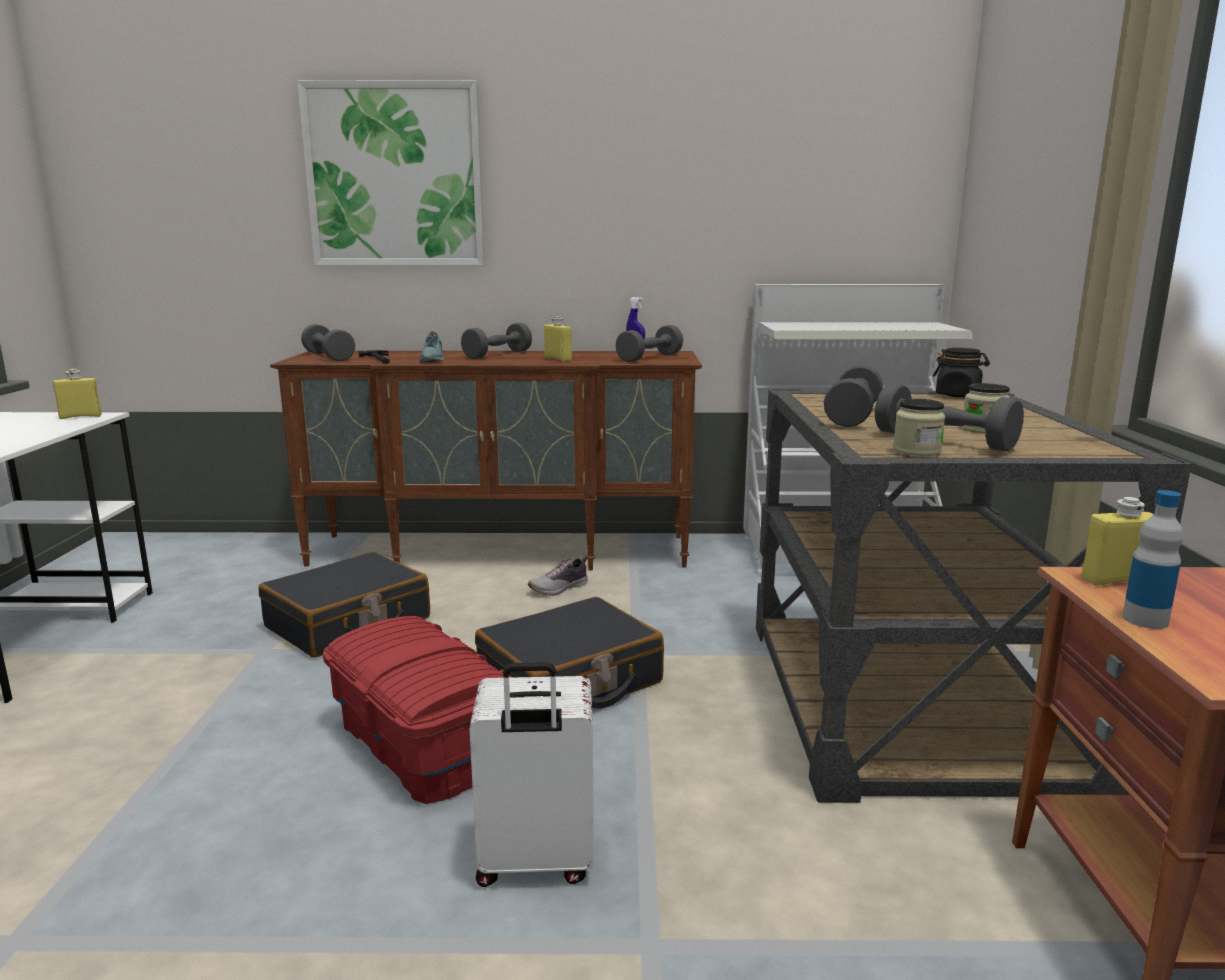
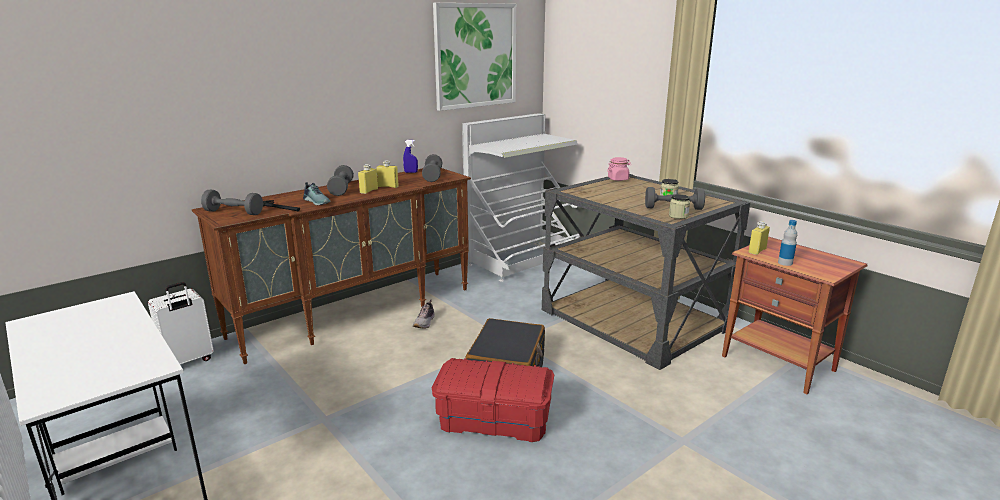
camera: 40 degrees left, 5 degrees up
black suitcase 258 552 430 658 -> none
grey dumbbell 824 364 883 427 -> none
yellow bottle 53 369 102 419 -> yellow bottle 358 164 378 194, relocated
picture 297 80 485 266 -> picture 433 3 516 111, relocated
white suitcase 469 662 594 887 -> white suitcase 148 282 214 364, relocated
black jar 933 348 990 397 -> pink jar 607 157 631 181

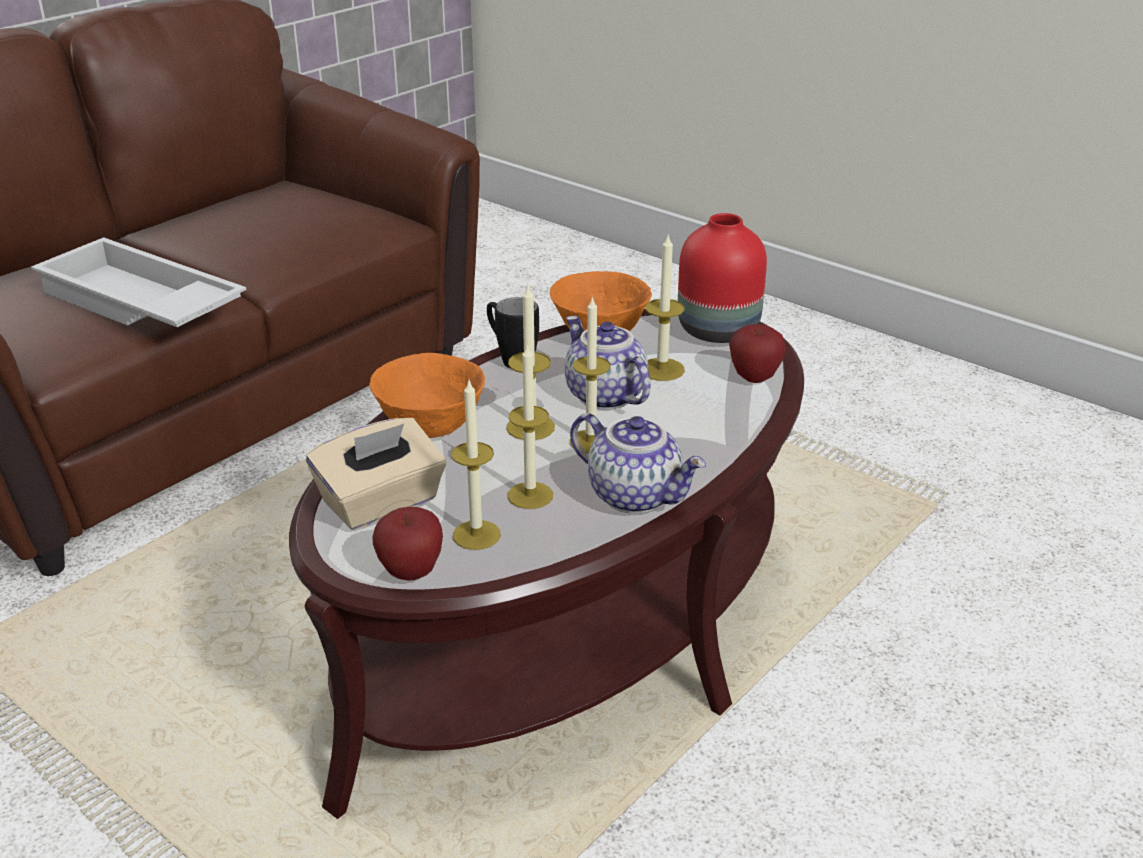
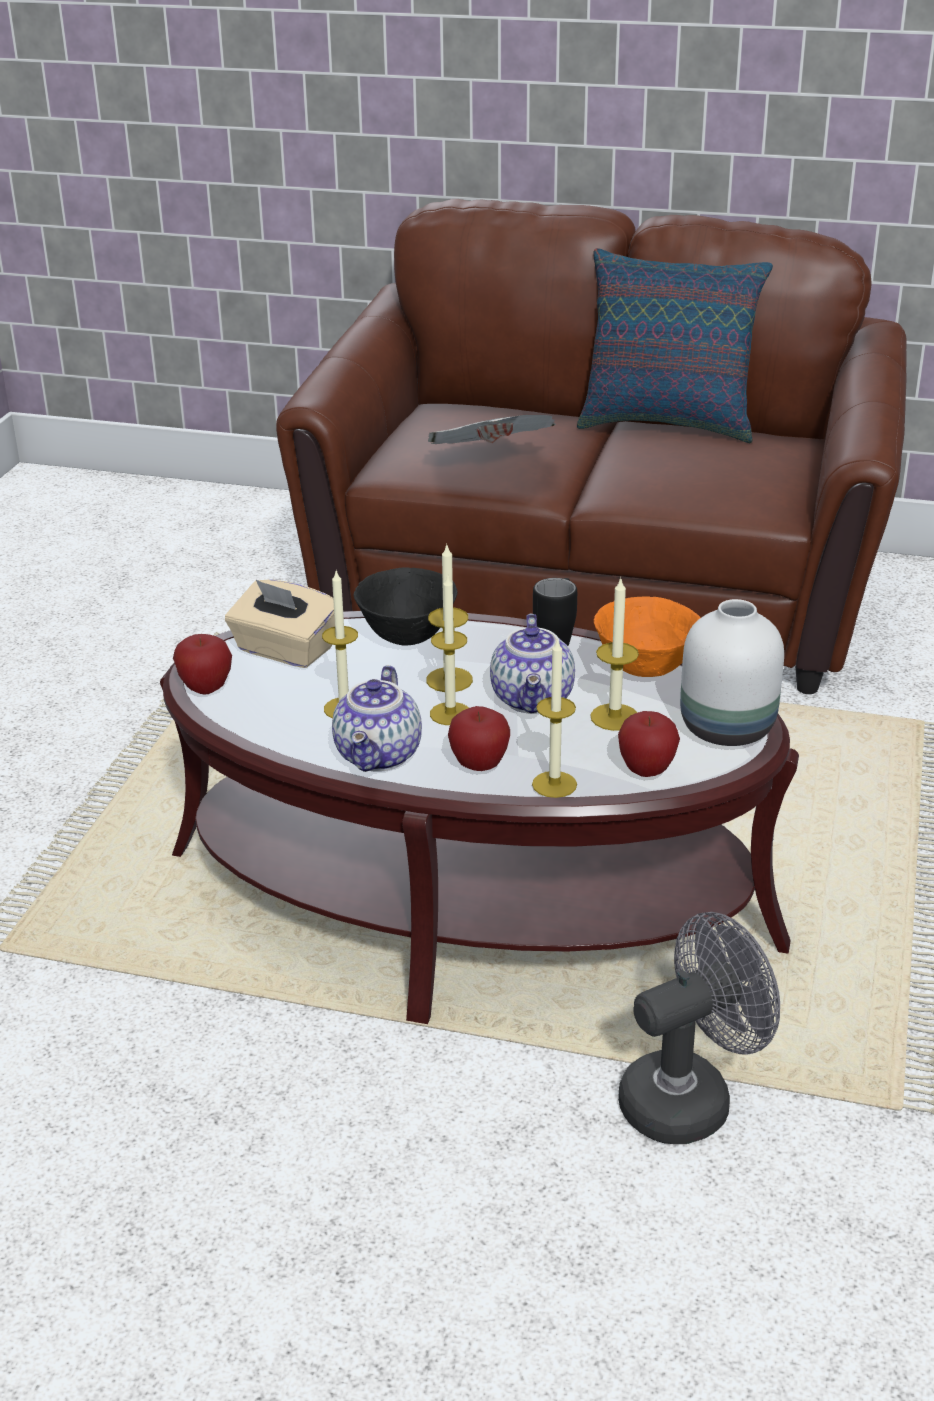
camera: 65 degrees right, 0 degrees up
none -> apple 448 706 510 771
none -> blue pillow 577 248 773 443
none -> grey fan 618 912 780 1144
candle 451 381 501 550 -> candle 532 638 577 798, relocated
white tray 31 237 247 327 -> newspaper 428 415 556 444
orange bowl 369 353 485 438 -> black bowl 354 567 457 645
red vase 678 213 767 343 -> white vase 680 599 784 746
teapot 565 316 651 410 -> teapot 490 613 575 714, 150 degrees clockwise

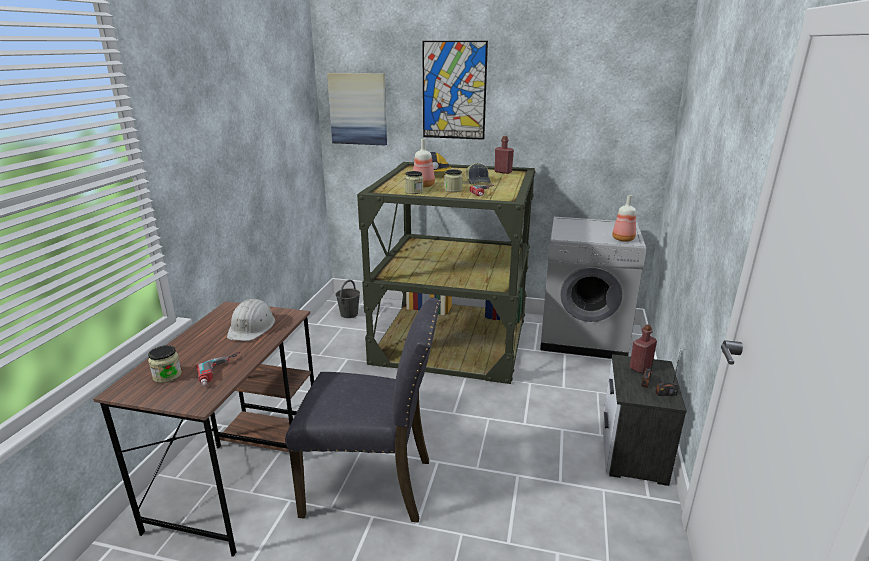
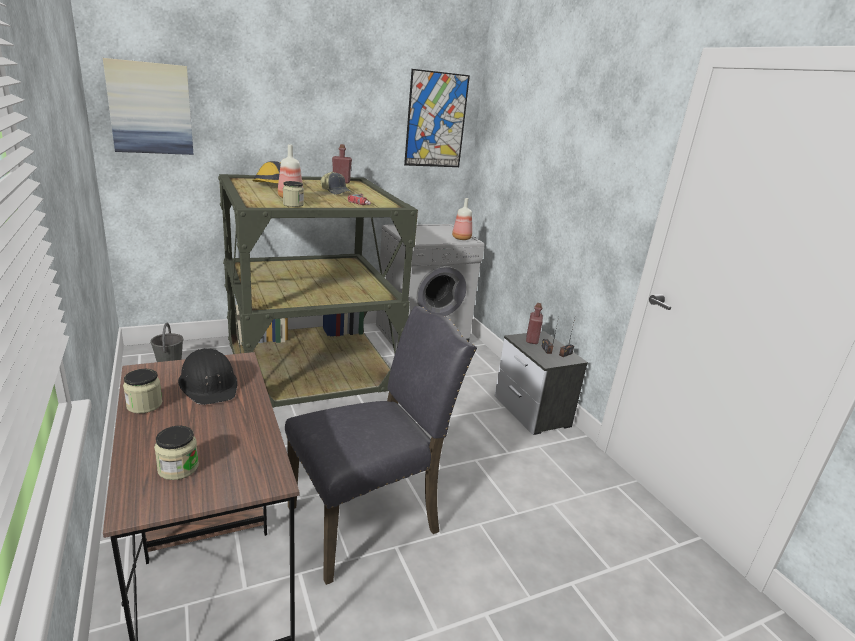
camera: 40 degrees left, 0 degrees up
power drill 196 352 240 386 -> none
picture 422 41 488 140 -> picture 404 69 470 167, relocated
jar 444 169 463 192 -> jar 123 369 162 414, relocated
white hard hat 227 299 275 341 -> black hard hat 178 348 237 405

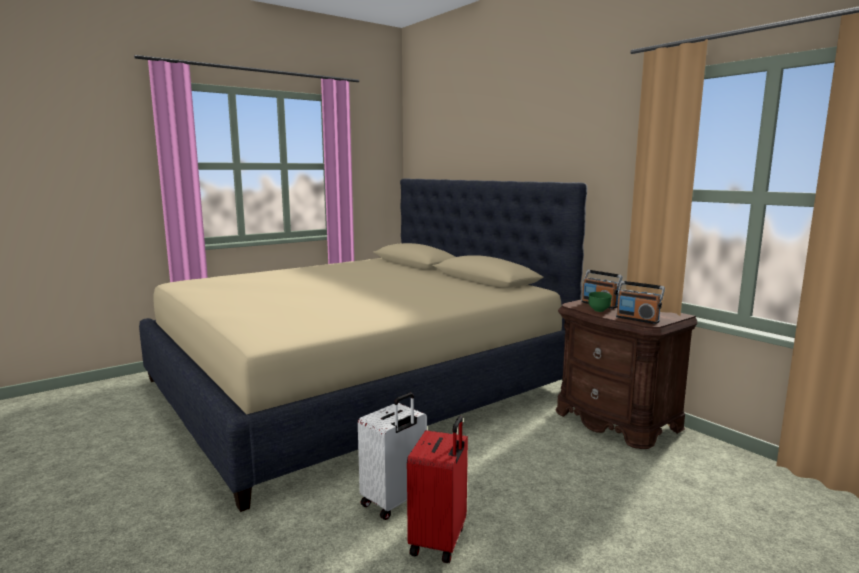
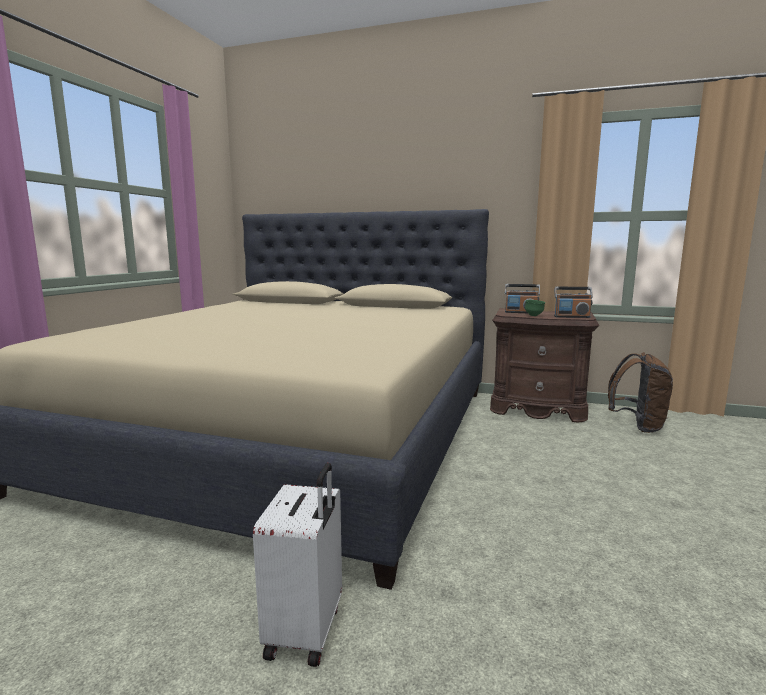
camera: 35 degrees left, 0 degrees up
red suitcase 407 416 468 563 -> none
none -> brown backpack 608 352 673 433
white suitcase 358 393 427 520 -> white suitcase 253 463 342 667, relocated

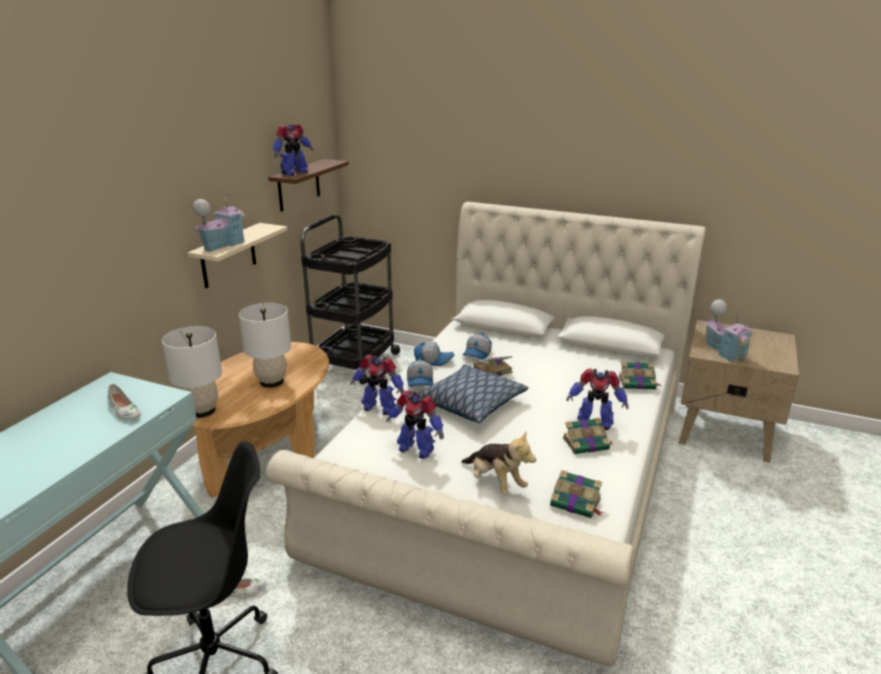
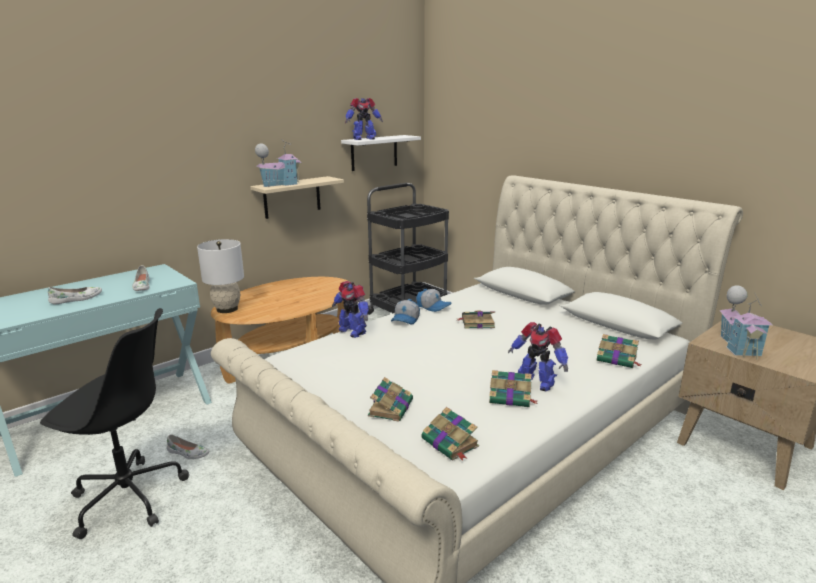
camera: 25 degrees right, 5 degrees down
white table lamp 239 303 291 388 -> none
toy robot 386 391 444 459 -> none
pillow 416 364 528 423 -> none
cap 463 333 492 360 -> none
none -> white shoe 48 287 102 304
plush toy 461 432 536 495 -> book 368 377 413 422
brown shelf 268 159 349 212 -> white shelf 341 135 421 171

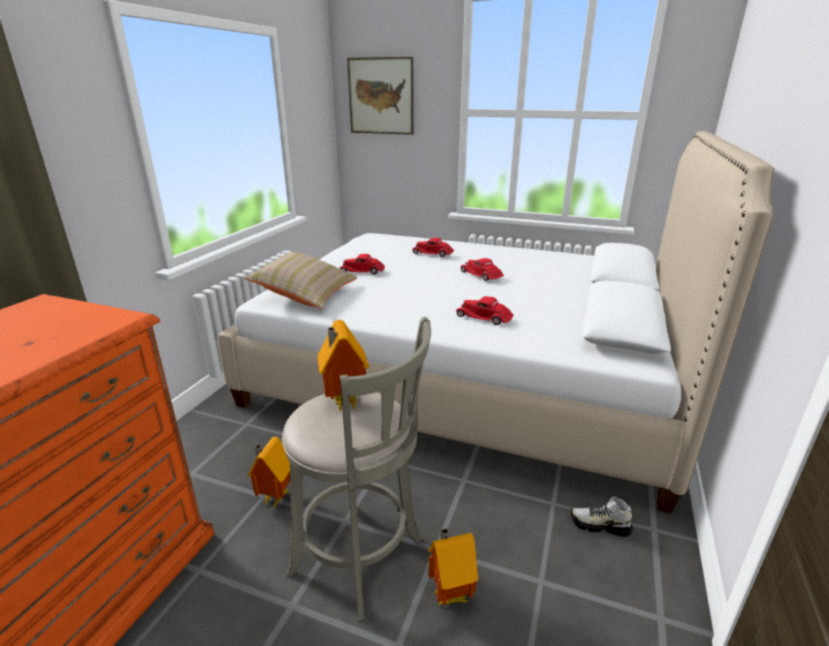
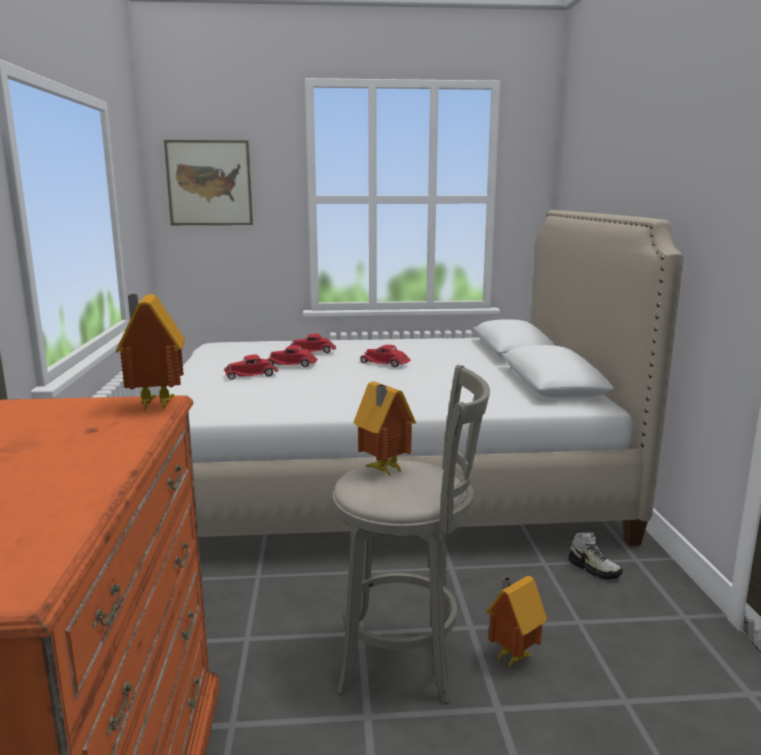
camera: 25 degrees left, 10 degrees down
beige pillow 244 252 358 309 -> none
toy house 247 437 290 508 -> toy house 115 294 185 410, relocated
red toy car 456 296 514 325 -> red toy car 267 345 317 367, relocated
shoe 570 497 633 537 -> shoe 568 532 623 580, 120 degrees counterclockwise

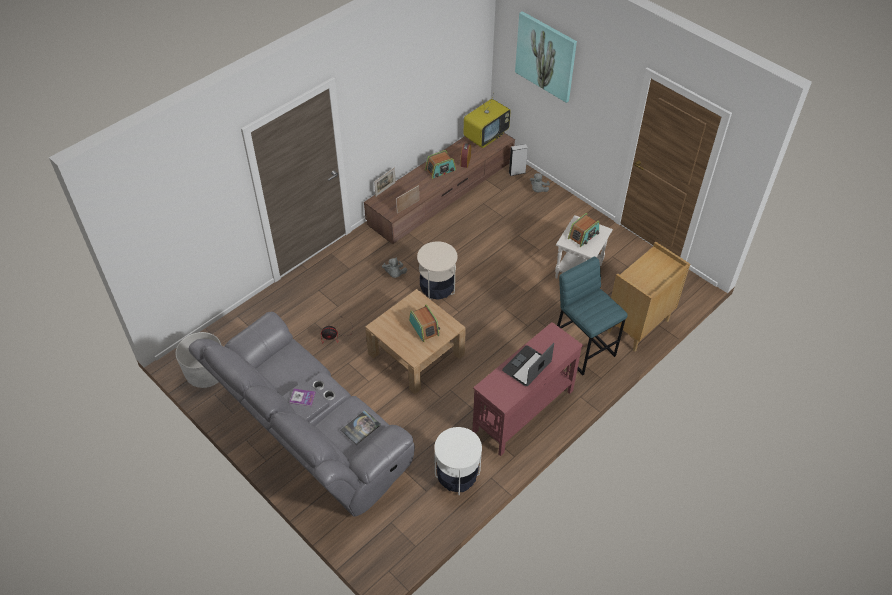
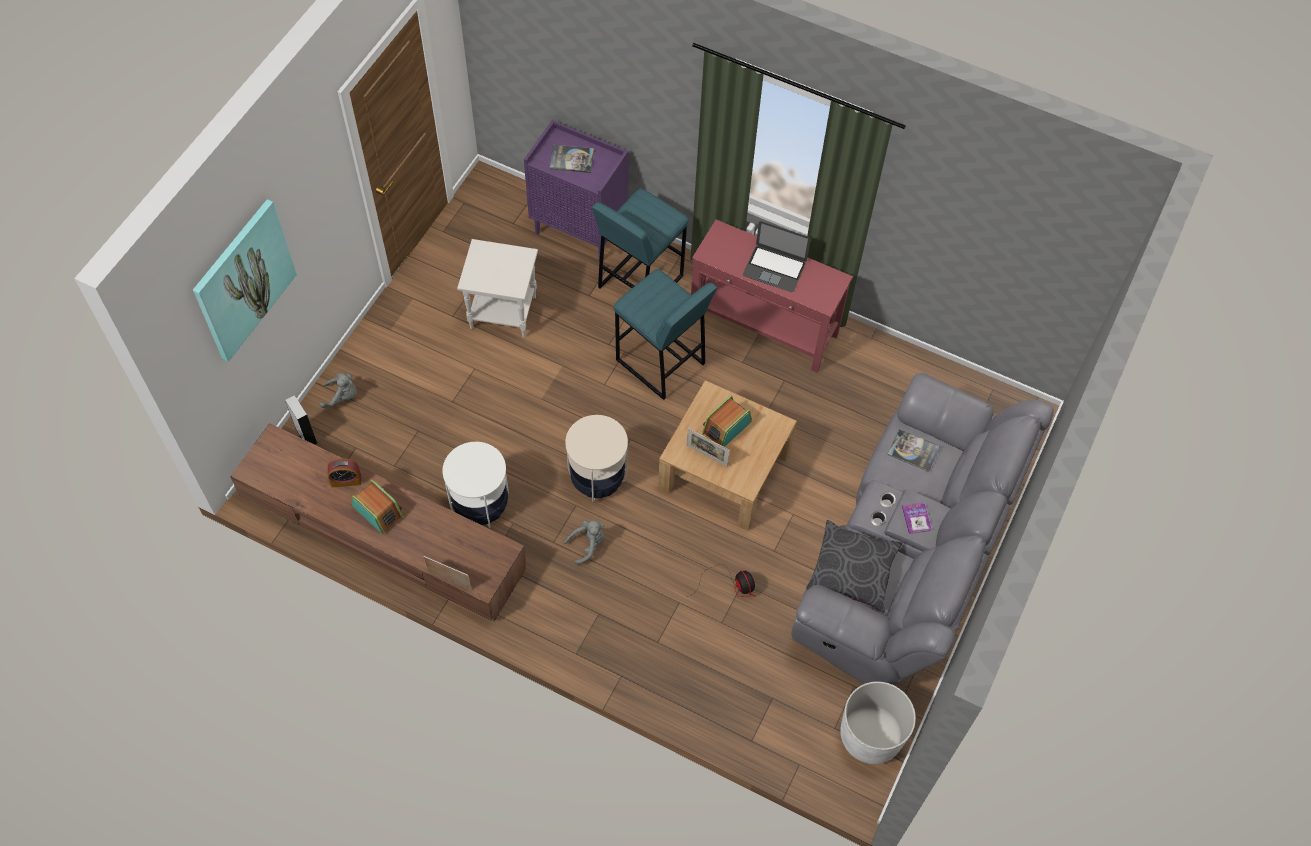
camera: 110 degrees left, 10 degrees up
television 464 93 511 148 -> none
radio 568 213 600 247 -> none
none -> book 549 145 594 173
none -> turquoise stool 614 269 717 400
none -> grey pillow 806 520 902 613
picture frame 396 185 419 213 -> picture frame 687 428 730 467, relocated
white side table 434 427 482 495 -> white side table 442 442 508 528, relocated
brown cabinet 608 242 690 352 -> purple cabinet 524 120 629 262

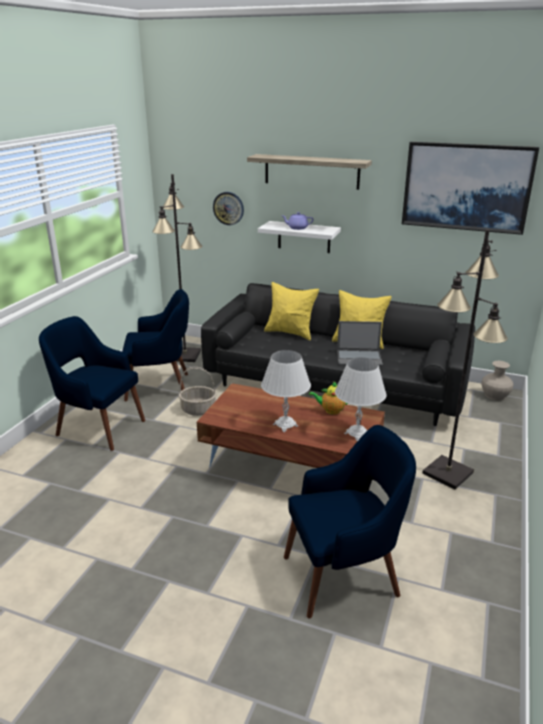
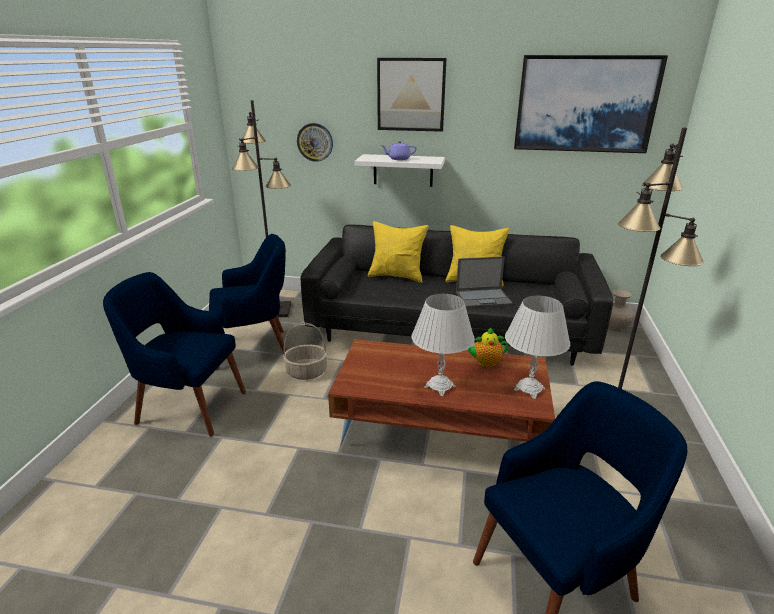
camera: 10 degrees left, 0 degrees up
shelf 247 154 372 190 -> picture 377 58 447 132

